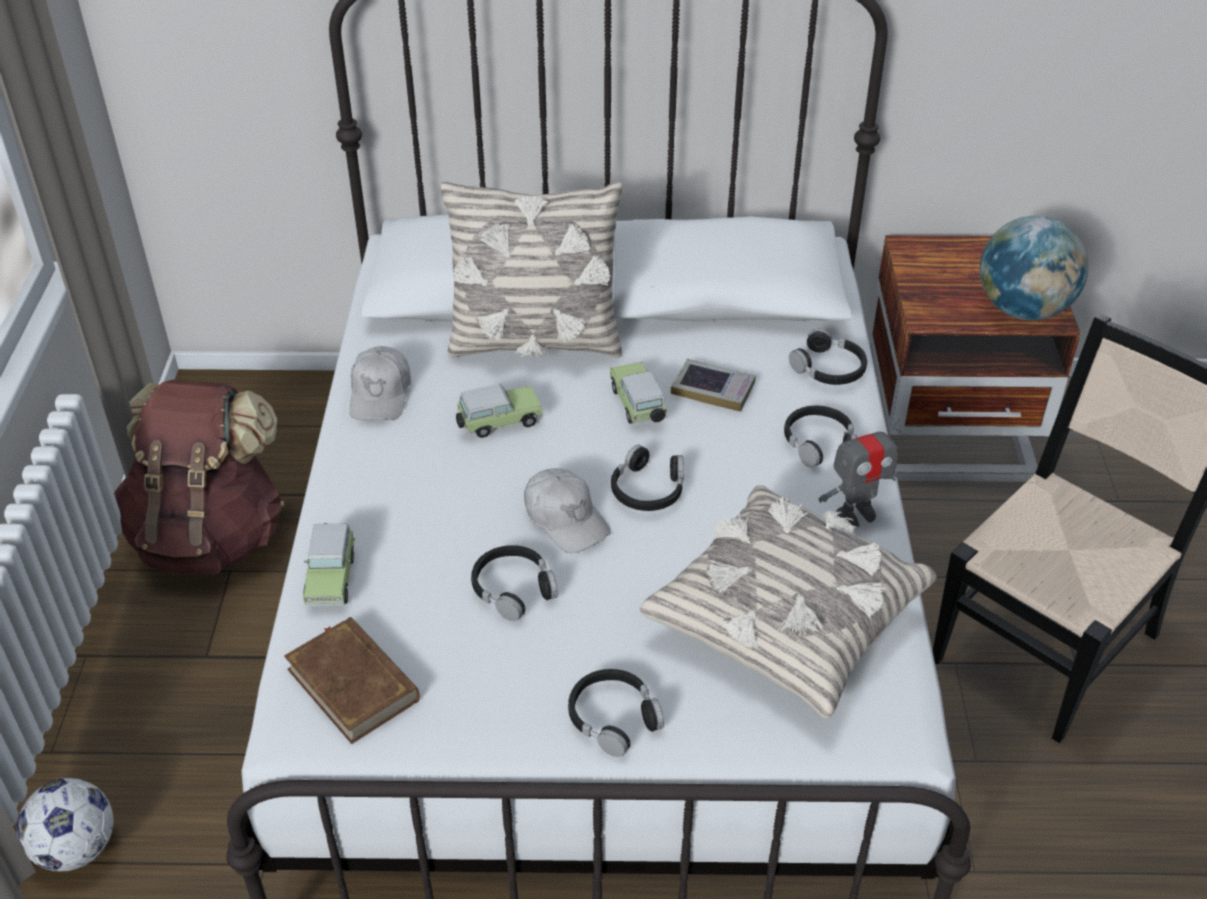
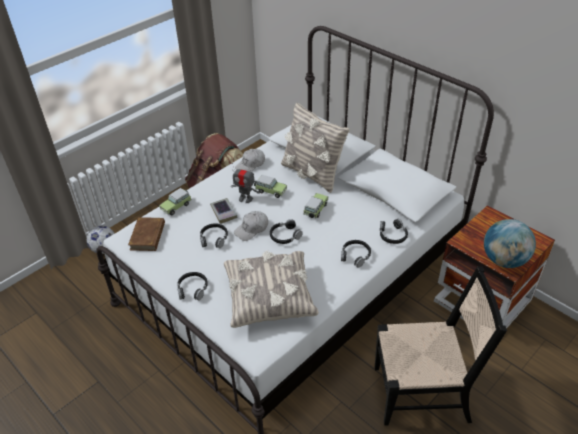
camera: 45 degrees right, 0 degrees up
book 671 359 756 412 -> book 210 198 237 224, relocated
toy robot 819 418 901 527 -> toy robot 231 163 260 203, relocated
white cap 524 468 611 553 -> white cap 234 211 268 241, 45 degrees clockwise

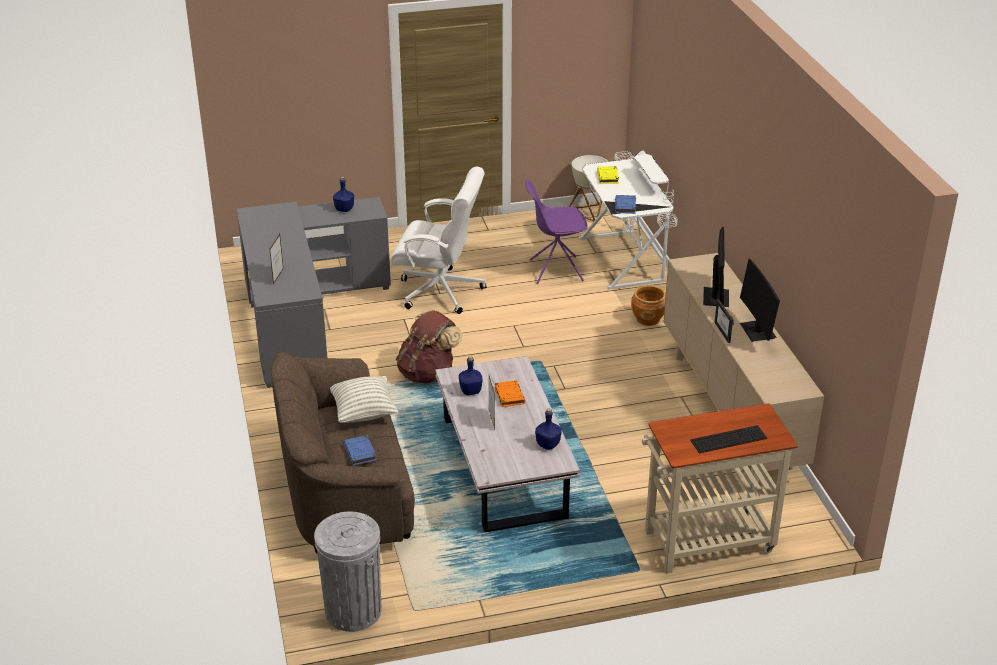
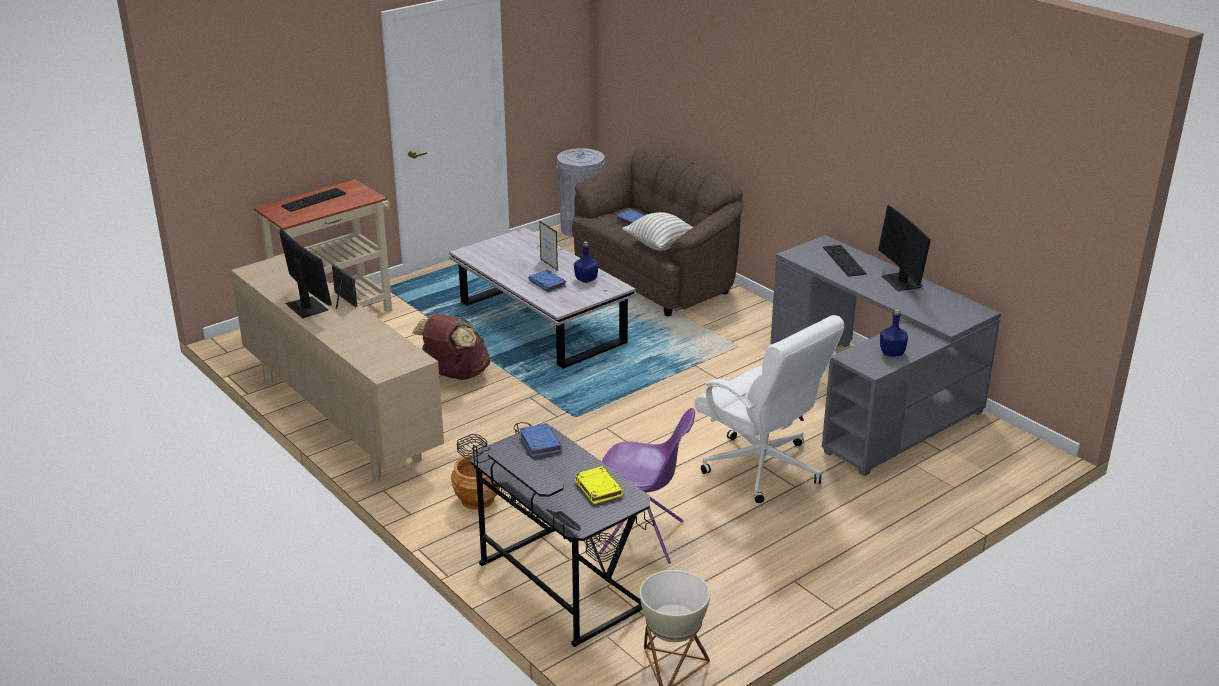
camera: 155 degrees right, 5 degrees down
blue bottle 535 409 562 450 -> none
brown backpack 396 310 463 384 -> brown backpack 412 313 490 380, relocated
monitor 703 227 729 307 -> monitor 878 205 931 291, relocated
picture frame 269 234 283 285 -> keyboard 823 245 867 277
orange book 495 380 525 407 -> blue book 528 270 566 293
white desk 579 150 678 289 -> black desk 457 422 655 647
white office chair 391 167 487 314 -> white office chair 695 315 844 503, 120 degrees counterclockwise
purple chair 525 179 588 284 -> purple chair 599 408 695 564, 45 degrees clockwise

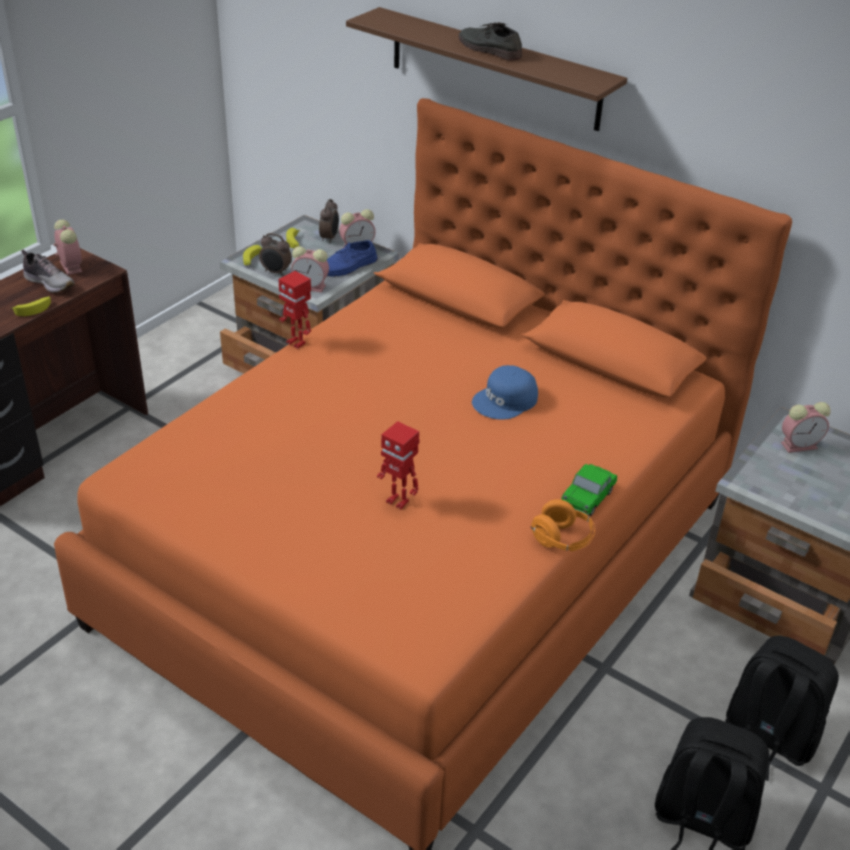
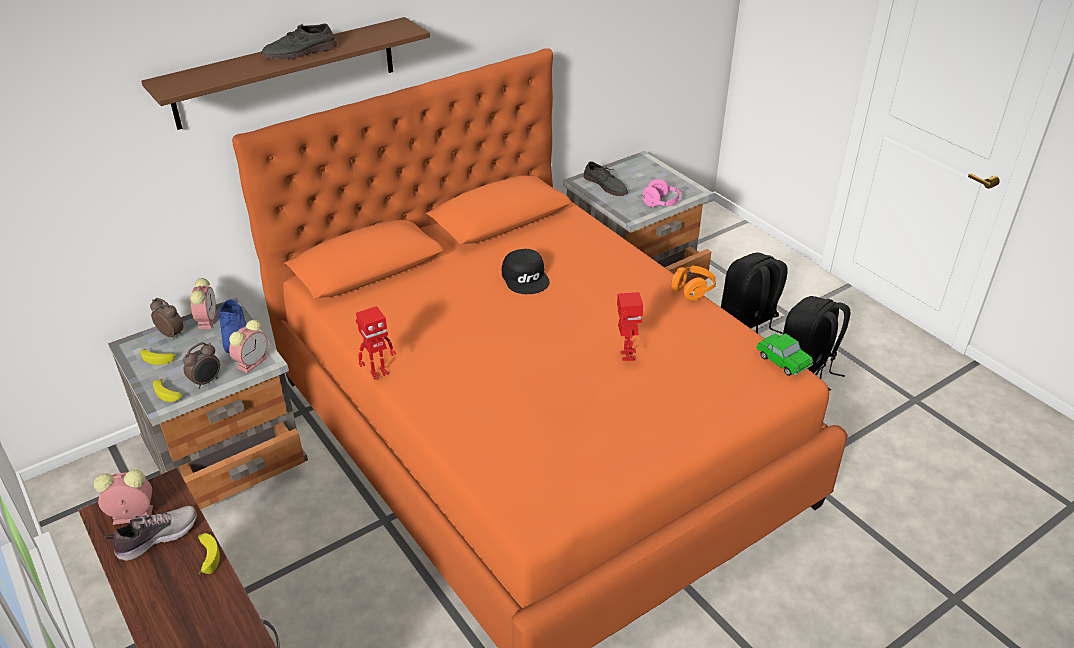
camera: 70 degrees left, 0 degrees up
none -> pink headphones 642 179 681 207
toy car 561 464 617 516 -> toy car 756 333 813 376, relocated
alarm clock 781 402 831 453 -> grey shoe 584 161 628 196
blue cap 472 365 538 420 -> black cap 502 249 550 294
toy robot 377 421 420 510 -> toy robot 617 292 643 361, 60 degrees counterclockwise

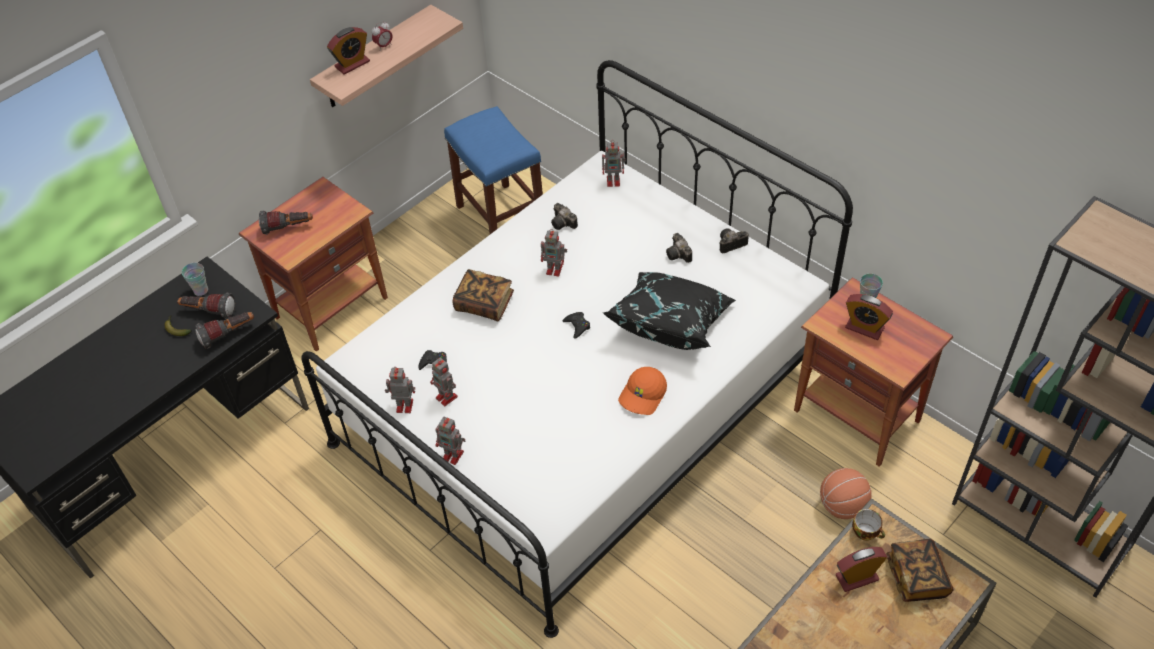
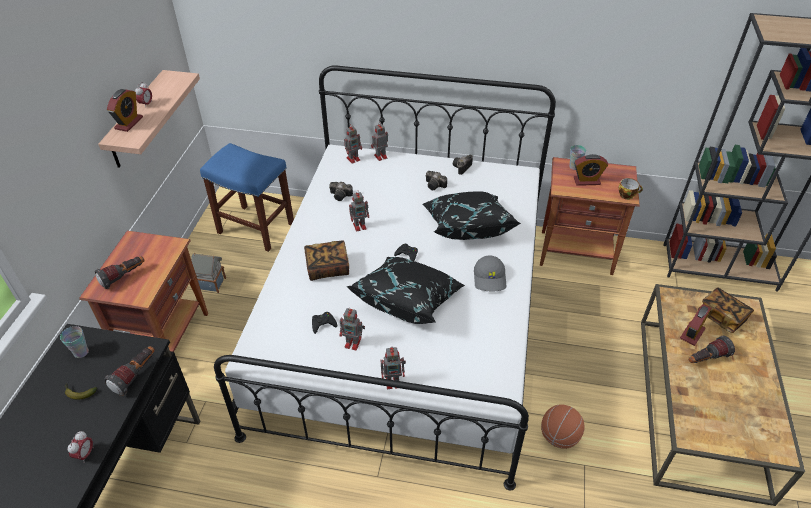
camera: 35 degrees left, 5 degrees down
none -> alarm clock 68 431 93 463
none -> toy house 191 253 226 293
none -> black pillow 346 257 465 324
flashlight 177 293 235 319 -> flashlight 689 336 735 363, relocated
toy robot 385 367 415 413 -> toy robot 371 122 388 161, relocated
basketball 820 468 872 519 -> basketball 541 404 584 449, relocated
cup 852 509 885 541 -> cup 618 178 643 200, relocated
orange cap 618 367 667 415 -> grey cap 474 255 506 291

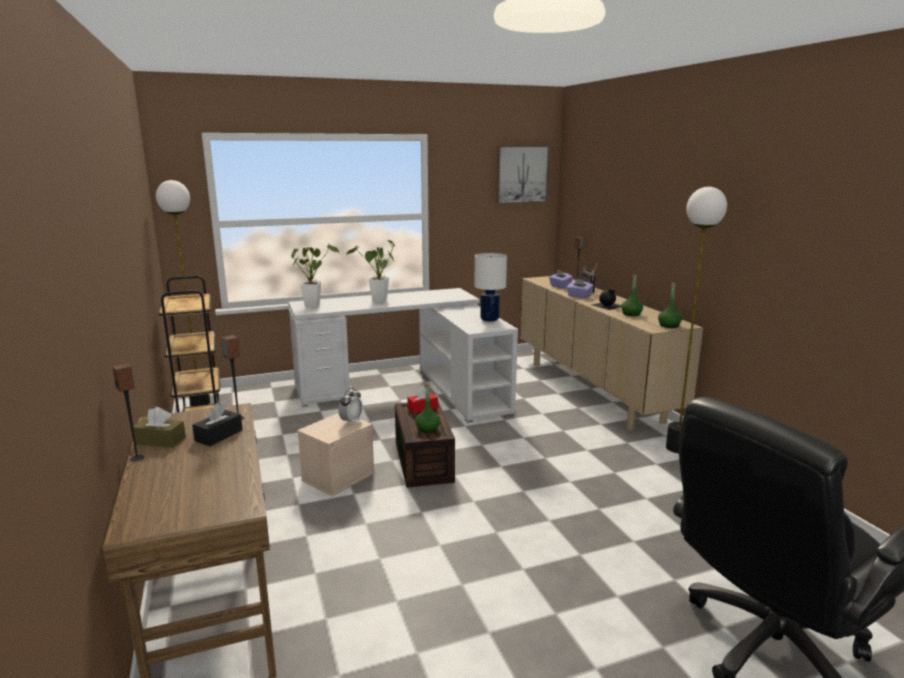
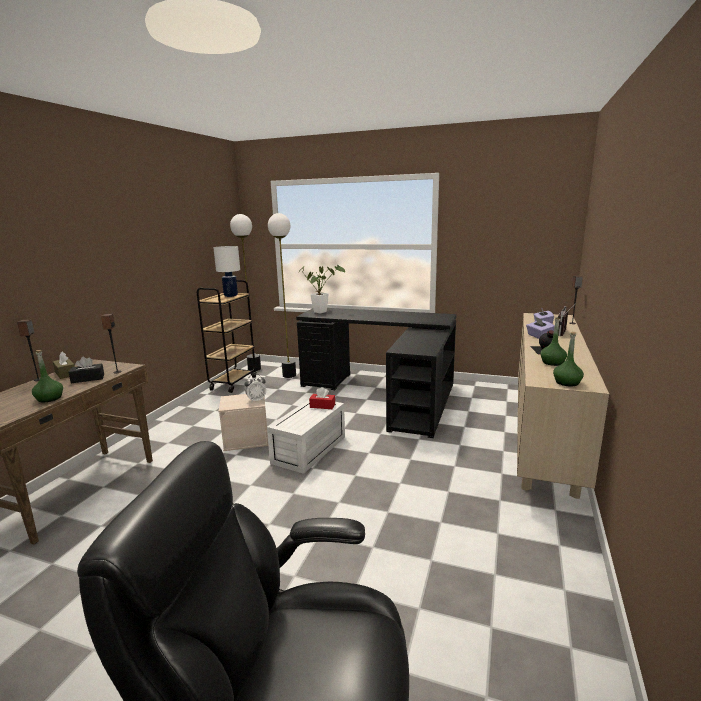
camera: 40 degrees right, 0 degrees up
potted plant 347 240 395 303 -> none
picture 496 146 550 204 -> none
green bottle 415 384 441 433 -> green bottle 32 350 63 402, relocated
white table lamp 474 253 507 322 -> white table lamp 213 246 240 297, relocated
floor lamp 666 187 727 453 -> floor lamp 268 213 296 378, relocated
white desk 288 288 518 423 -> black desk 296 308 457 438
brown storage box 395 402 455 488 -> white storage box 267 400 345 474

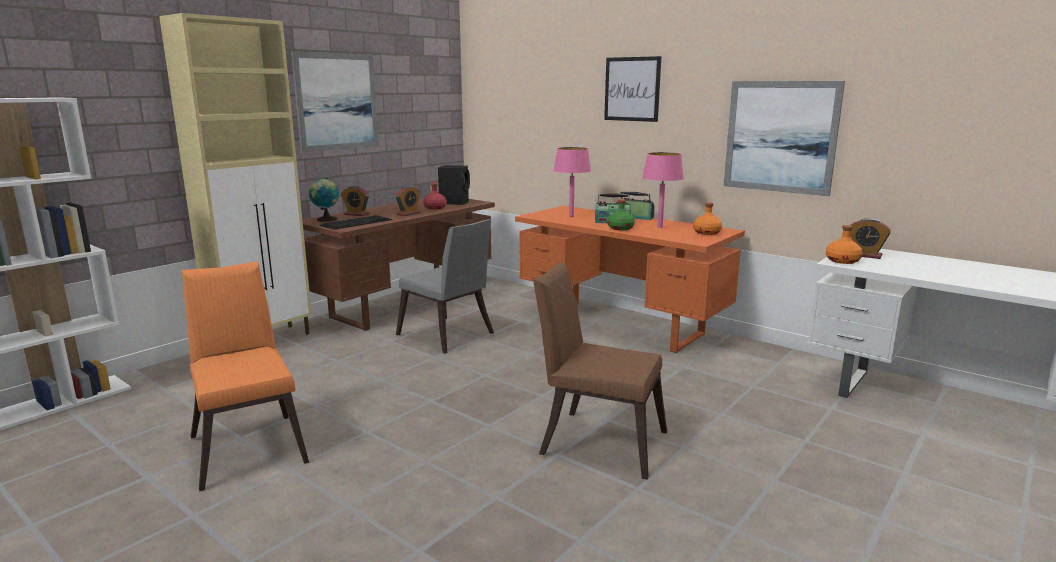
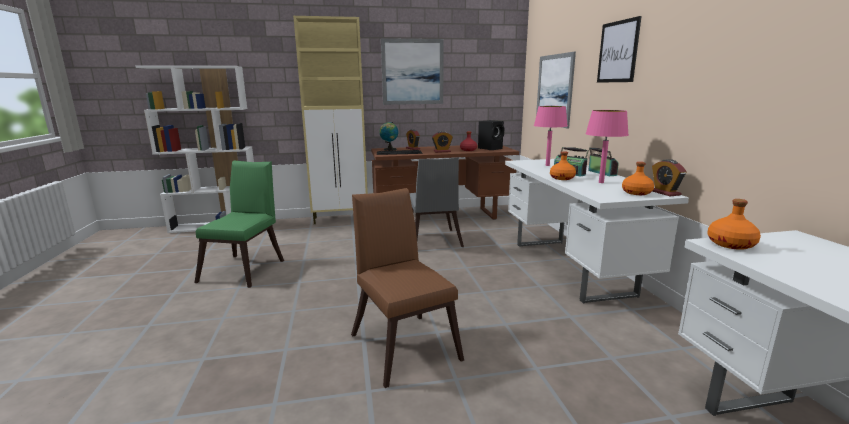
camera: 40 degrees right, 0 degrees up
picture 724 81 845 196 -> picture 536 52 576 128, relocated
alarm clock 850 218 891 259 -> alarm clock 652 159 687 197, relocated
orange chair 182 261 309 491 -> green chair 195 160 284 288
orange desk 515 206 745 353 -> white desk 505 159 689 304
green bottle 607 199 635 230 -> orange bottle 550 151 576 180

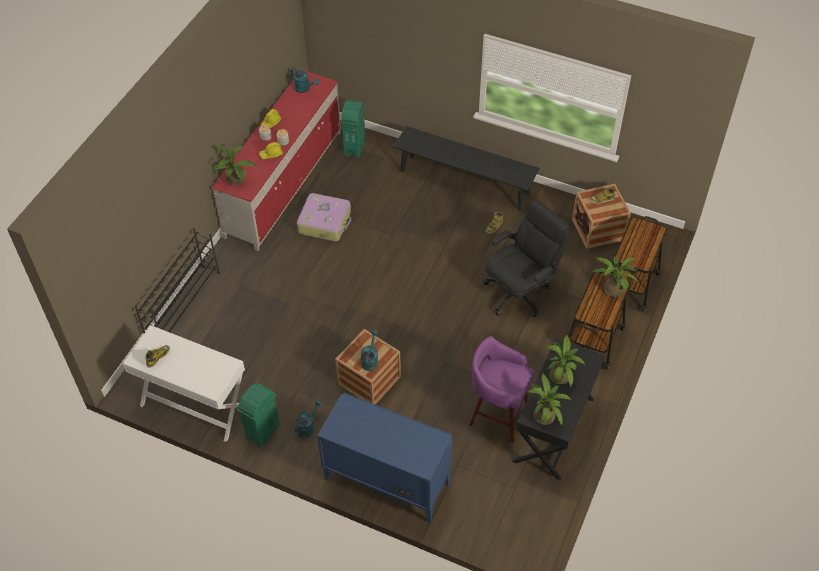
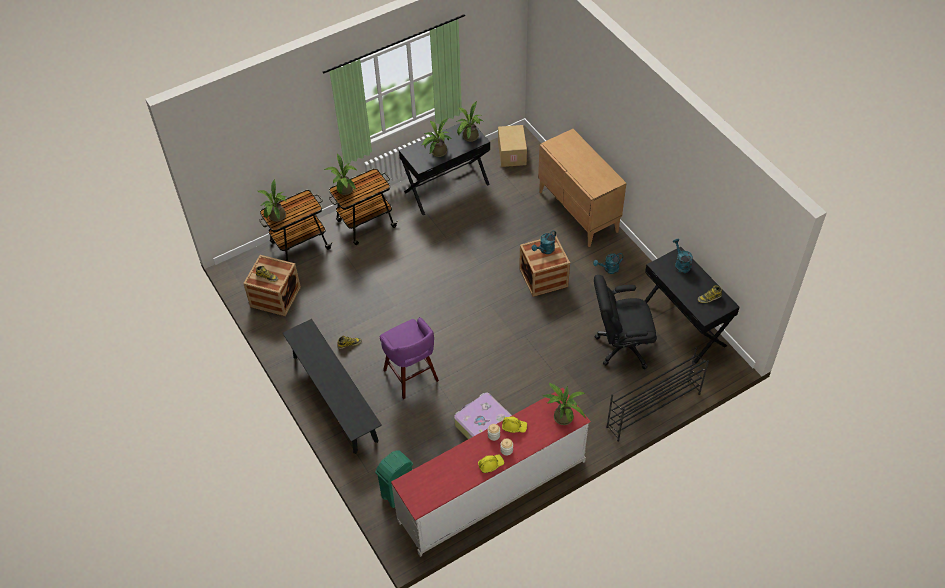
camera: 145 degrees left, 0 degrees up
green trash can 237 383 280 447 -> none
none -> potted plant 258 179 286 222
none -> cardboard box 498 125 527 167
turquoise watering can 291 69 319 93 -> turquoise watering can 673 239 693 273, relocated
purple stool 469 336 535 442 -> purple stool 379 317 439 399, relocated
black office chair 484 199 569 318 -> black office chair 594 275 657 370, relocated
white desk 123 325 245 442 -> black desk 644 247 740 363
blue cabinet 317 392 452 523 -> brown cabinet 538 129 627 247

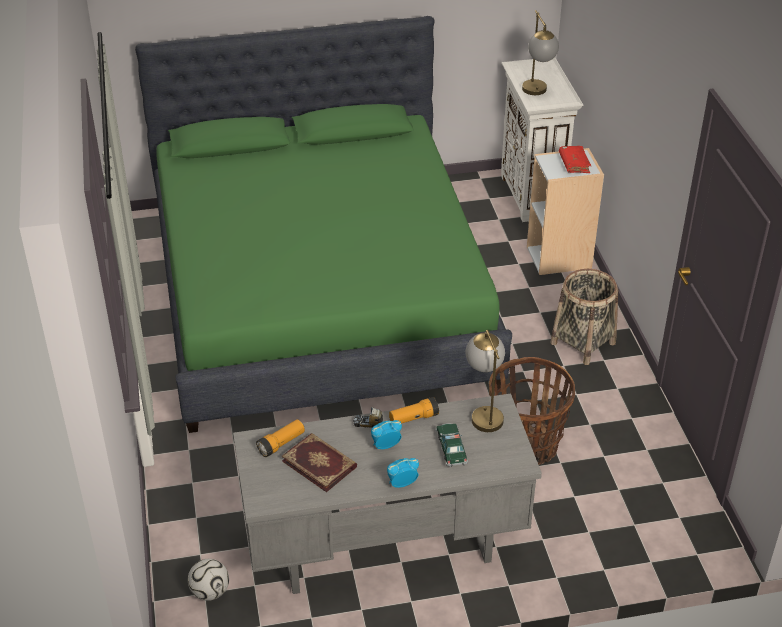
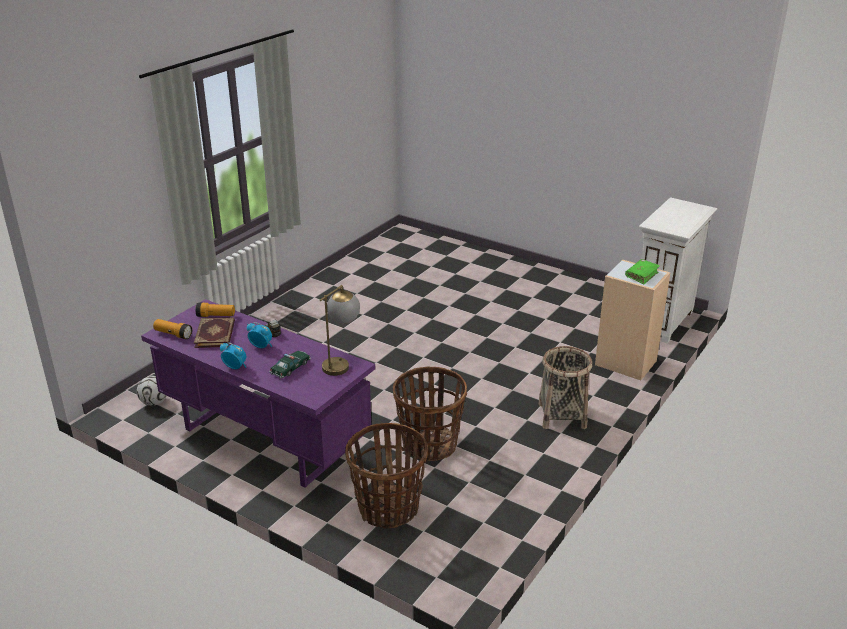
camera: 45 degrees right, 10 degrees down
green bed 135 16 512 433 -> none
table lamp 522 10 559 95 -> none
none -> basket 345 423 428 528
flashlight 389 397 439 424 -> flashlight 153 319 192 339, relocated
grey desk 233 393 542 594 -> purple desk 141 299 375 488
red book 559 146 591 173 -> green book 625 259 660 285

